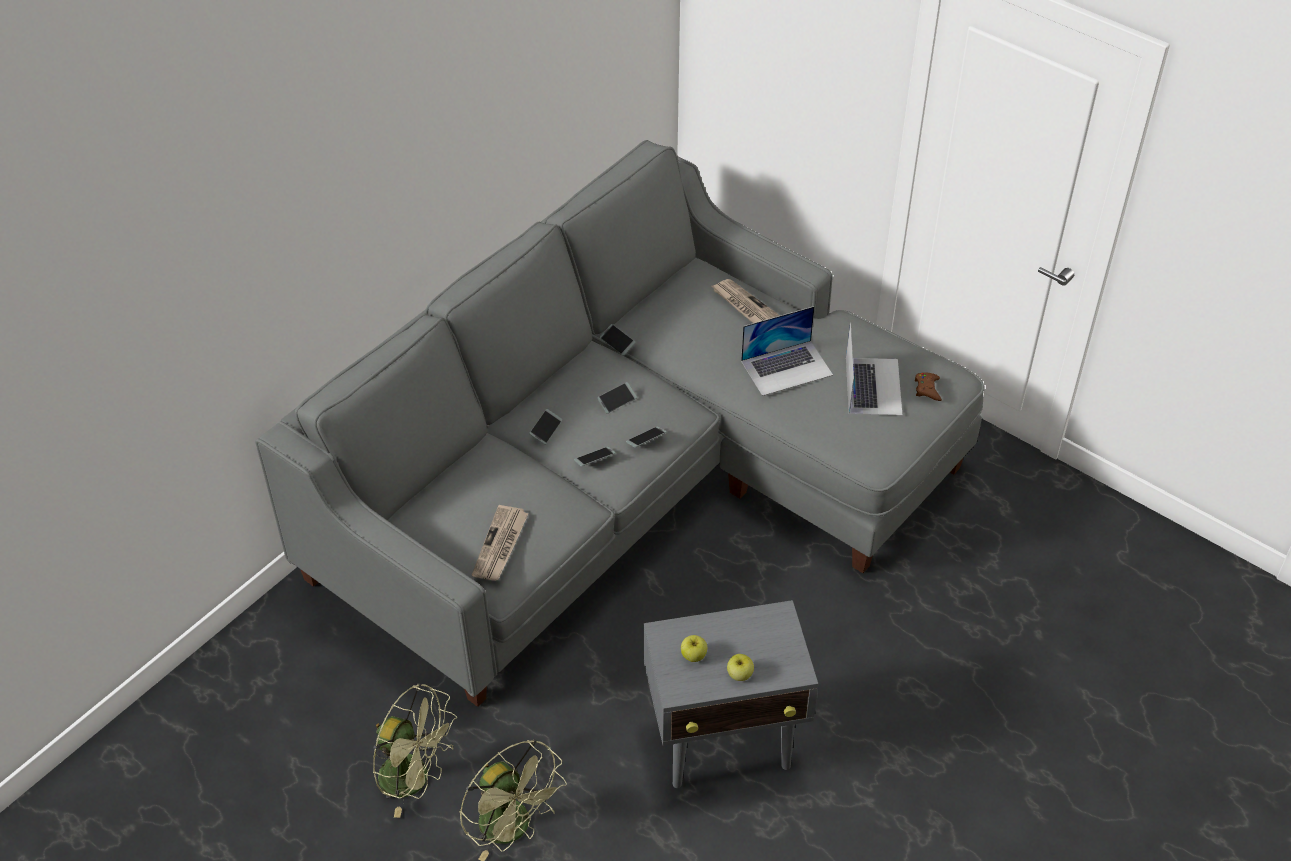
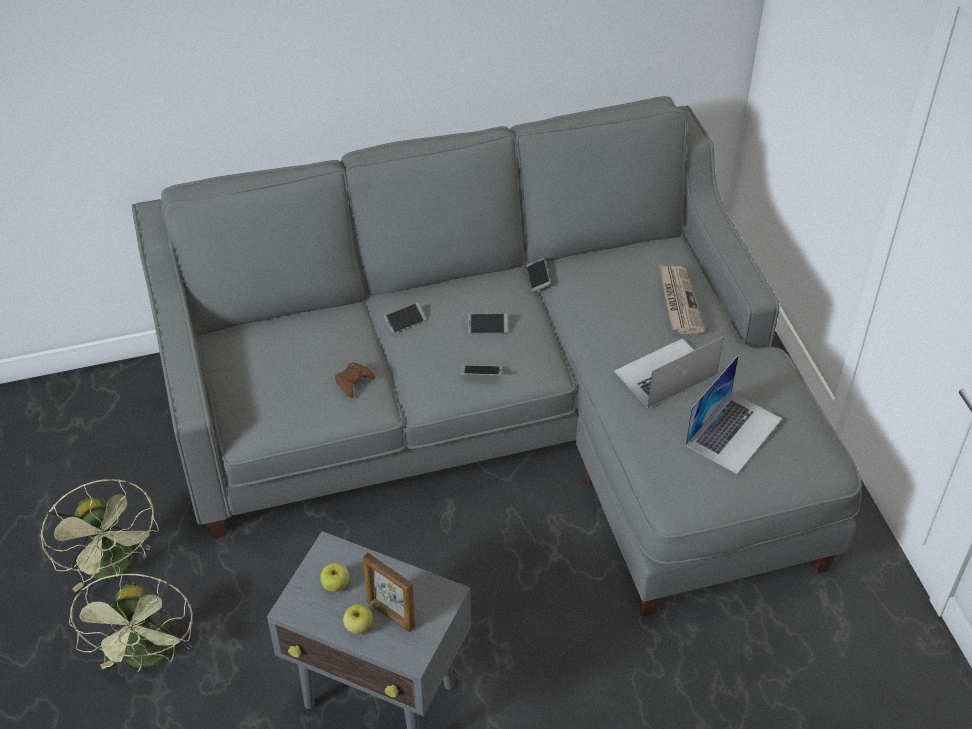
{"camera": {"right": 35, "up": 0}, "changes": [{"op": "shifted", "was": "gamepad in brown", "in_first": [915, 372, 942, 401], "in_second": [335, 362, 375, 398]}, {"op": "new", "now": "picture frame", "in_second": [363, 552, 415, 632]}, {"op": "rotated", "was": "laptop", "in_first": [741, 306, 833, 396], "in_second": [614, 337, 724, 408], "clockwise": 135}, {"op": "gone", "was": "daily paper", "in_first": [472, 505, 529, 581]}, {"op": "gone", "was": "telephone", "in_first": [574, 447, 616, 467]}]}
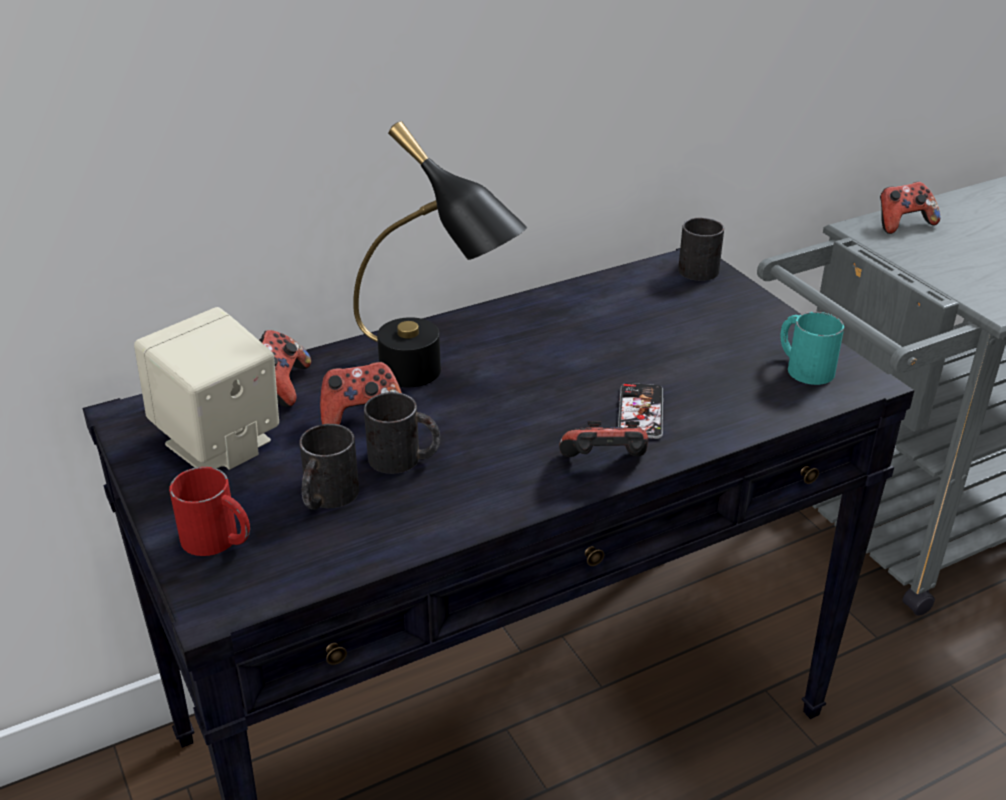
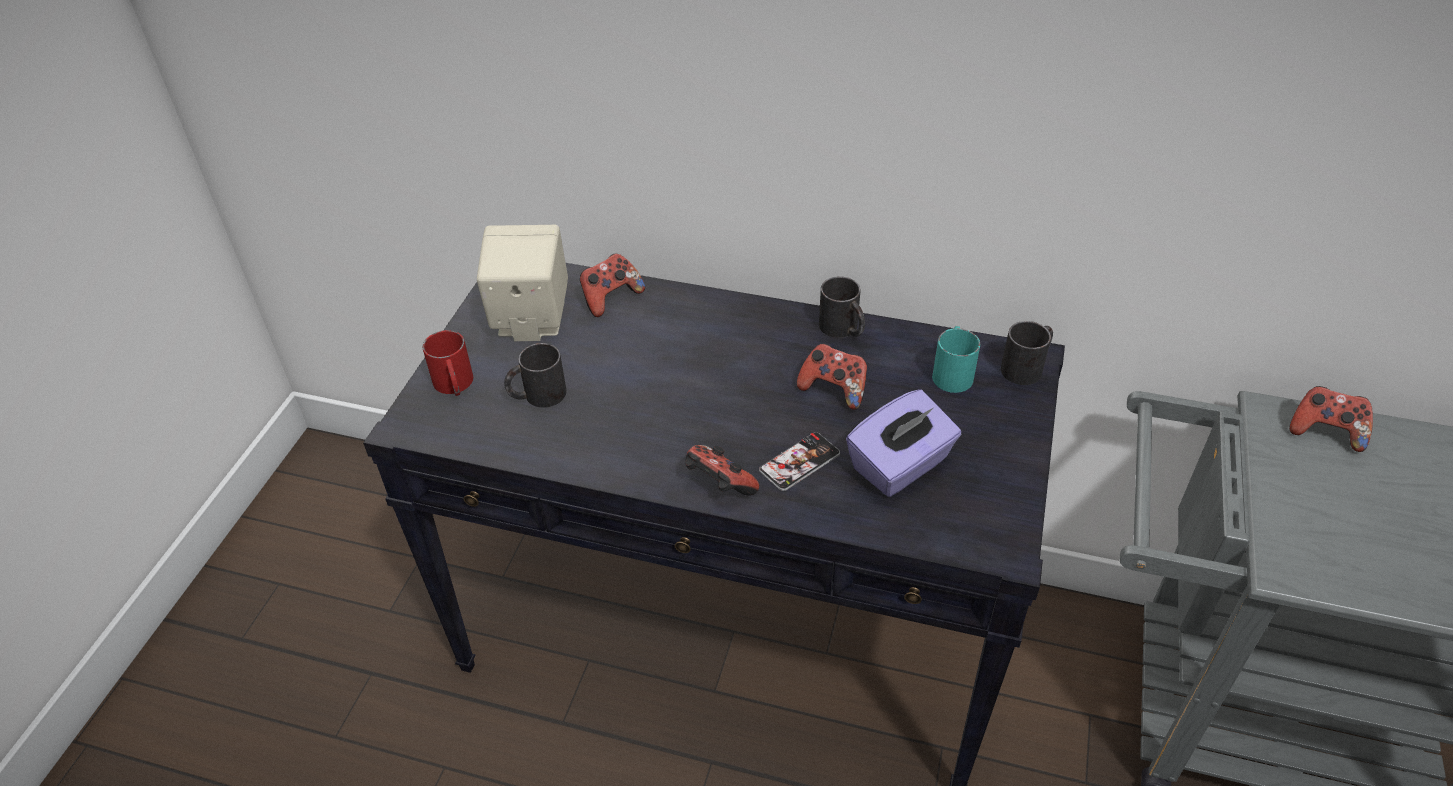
{"camera": {"right": 45, "up": 10}, "changes": [{"op": "shifted", "was": "gamepad", "in_first": [320, 362, 402, 425], "in_second": [797, 343, 867, 410]}, {"op": "shifted", "was": "mug in blackish", "in_first": [364, 392, 440, 474], "in_second": [819, 276, 865, 338]}, {"op": "new", "now": "box of tissues in purplish", "in_second": [846, 389, 962, 497]}, {"op": "shifted", "was": "mug in turquoise-coloured", "in_first": [780, 312, 844, 385], "in_second": [932, 326, 980, 393]}, {"op": "gone", "was": "table lamp in blackish", "in_first": [353, 121, 527, 387]}]}
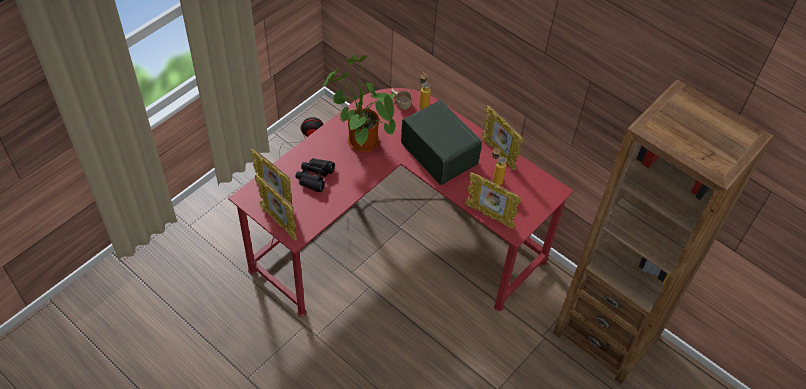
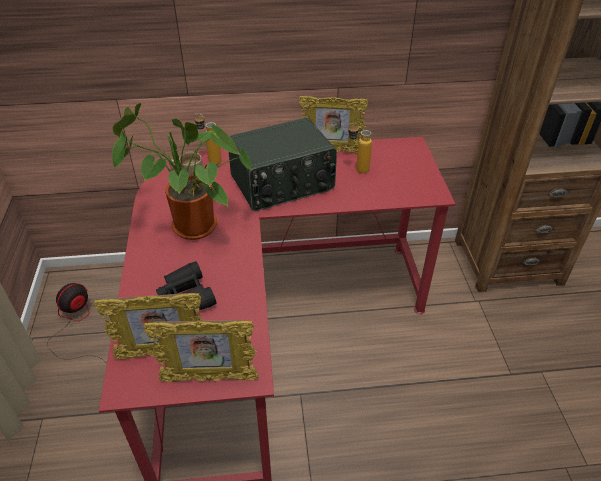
{"camera": {"right": -45, "up": -10}, "changes": [{"op": "rotated", "was": "radio", "in_first": [401, 100, 482, 185], "in_second": [229, 118, 337, 211], "clockwise": 150}, {"op": "gone", "was": "picture frame", "in_first": [465, 172, 521, 229]}]}
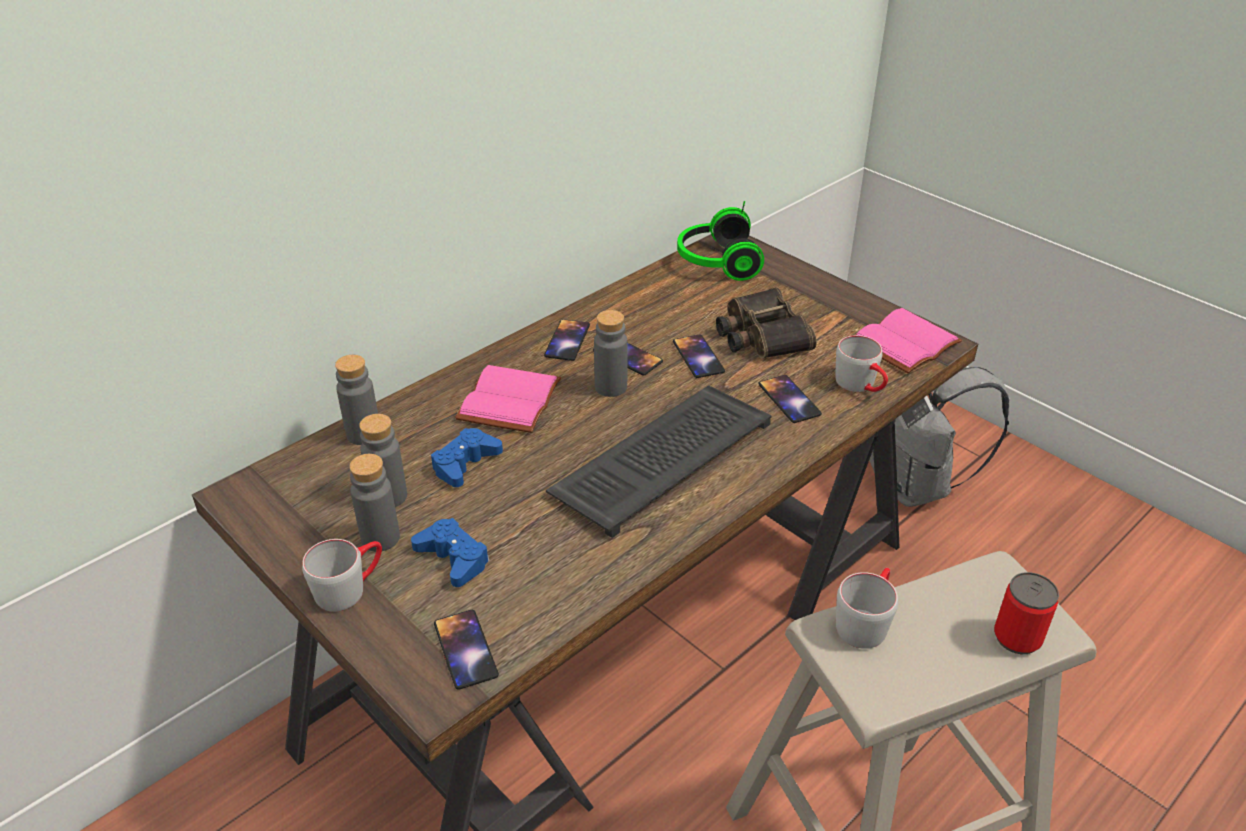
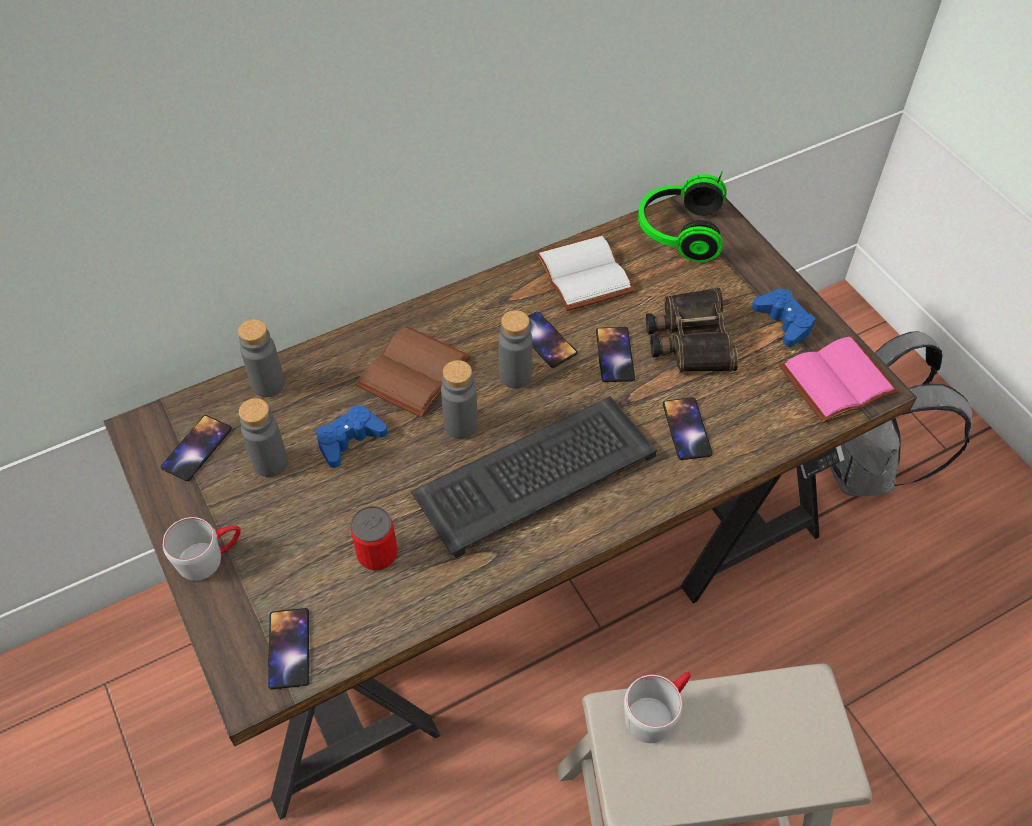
{"camera": {"right": 15, "up": 15}, "changes": [{"op": "shifted", "was": "telephone", "in_first": [544, 319, 590, 361], "in_second": [161, 415, 232, 481]}, {"op": "shifted", "was": "metal can", "in_first": [994, 572, 1059, 654], "in_second": [350, 506, 398, 570]}, {"op": "repainted", "was": "bound book in pink", "now": "bound book in brown", "in_first": [455, 365, 561, 433], "in_second": [355, 326, 470, 417]}, {"op": "shifted", "was": "beverage bottle in greyish", "in_first": [349, 454, 400, 552], "in_second": [441, 360, 478, 439]}, {"op": "new", "now": "bound book in white", "in_second": [536, 235, 635, 311]}, {"op": "shifted", "was": "gamepad in blue-coloured", "in_first": [411, 518, 490, 587], "in_second": [752, 289, 816, 347]}, {"op": "gone", "was": "mug in greyish", "in_first": [835, 335, 888, 392]}]}
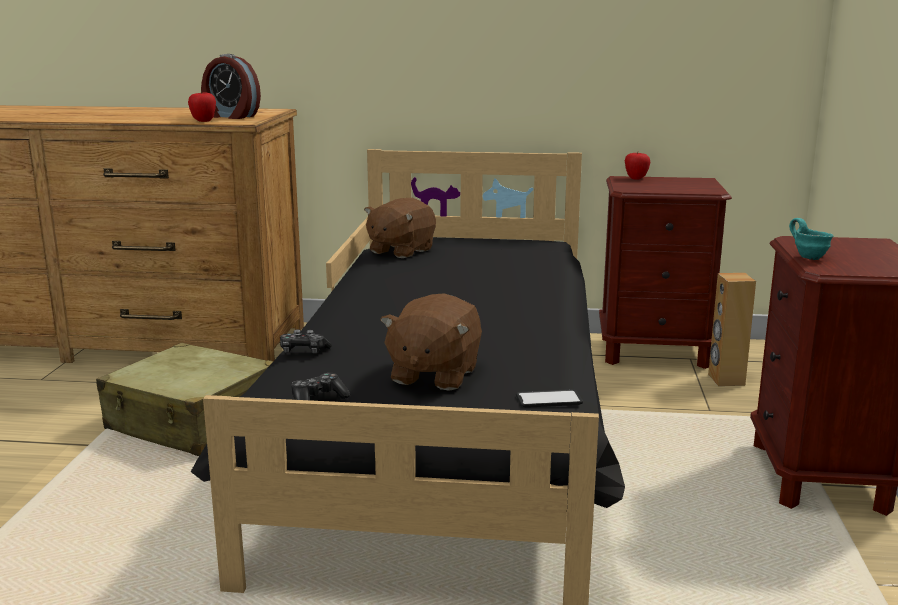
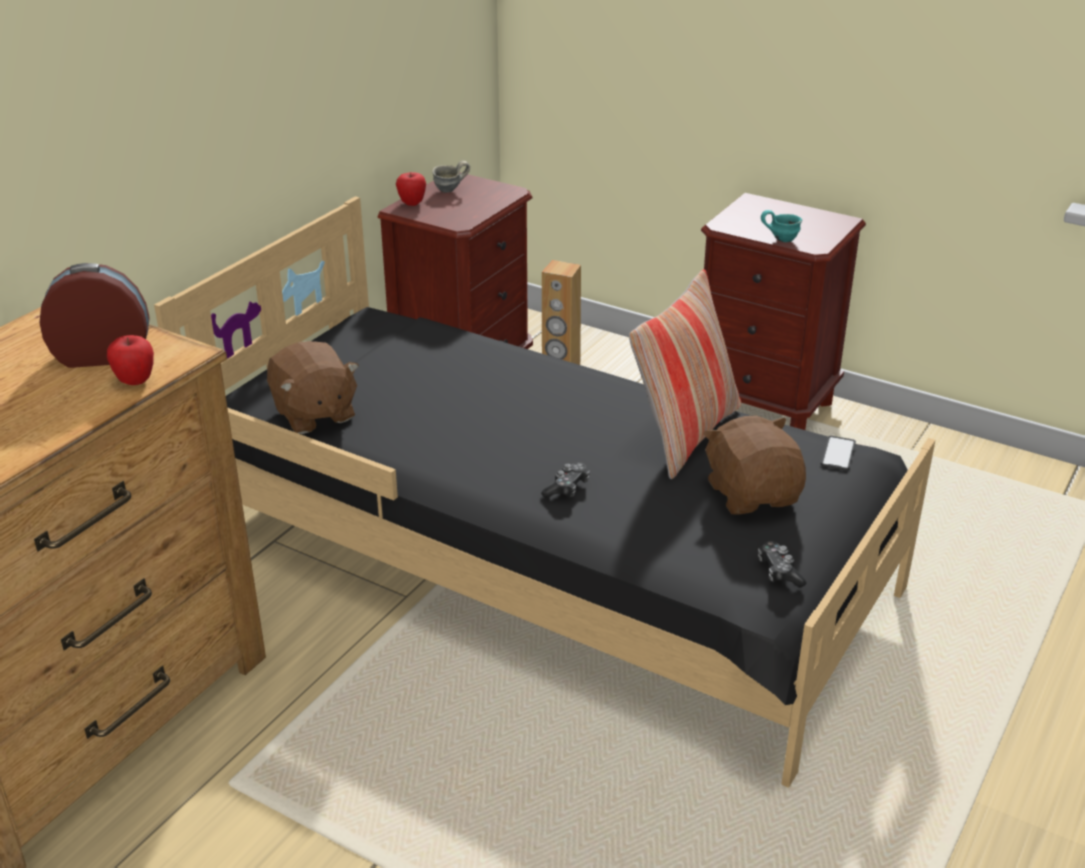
{"camera": {"right": -65, "up": 15}, "changes": [{"op": "rotated", "was": "table clock", "in_first": [201, 54, 261, 119], "in_second": [39, 263, 150, 368], "clockwise": -150}, {"op": "new", "now": "mug in greyish", "in_second": [432, 161, 470, 193]}, {"op": "shifted", "was": "gamepad", "in_first": [280, 329, 331, 354], "in_second": [541, 462, 590, 498]}, {"op": "new", "now": "throw pillow", "in_second": [629, 269, 741, 479]}, {"op": "rotated", "was": "plush toy in brown", "in_first": [380, 293, 482, 391], "in_second": [703, 416, 806, 515], "clockwise": -150}, {"op": "gone", "was": "travel case in sand-coloured", "in_first": [96, 343, 273, 456]}]}
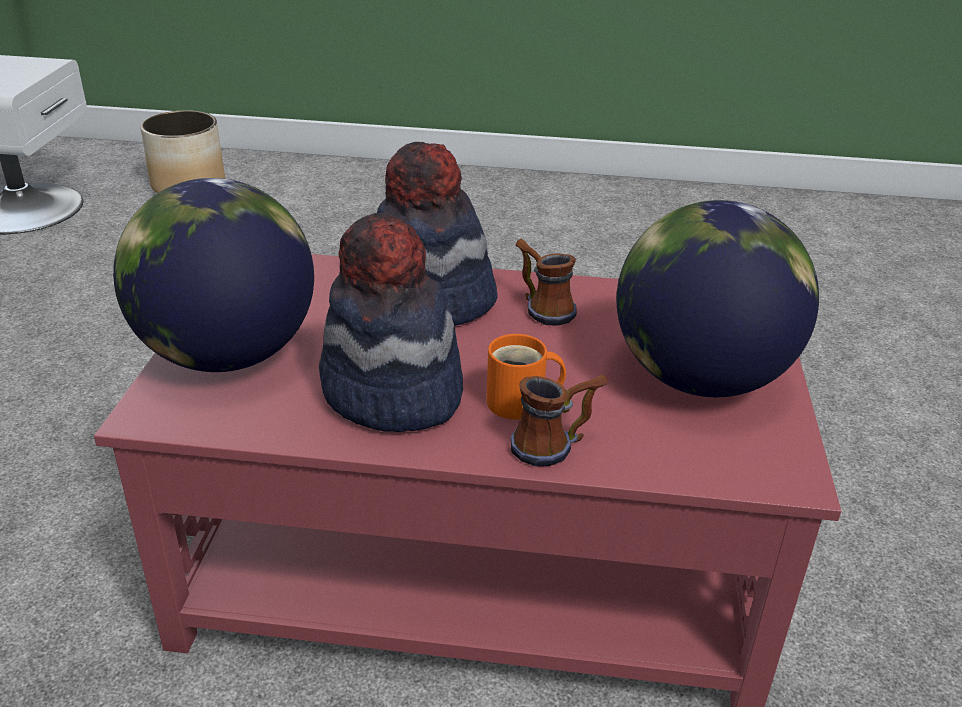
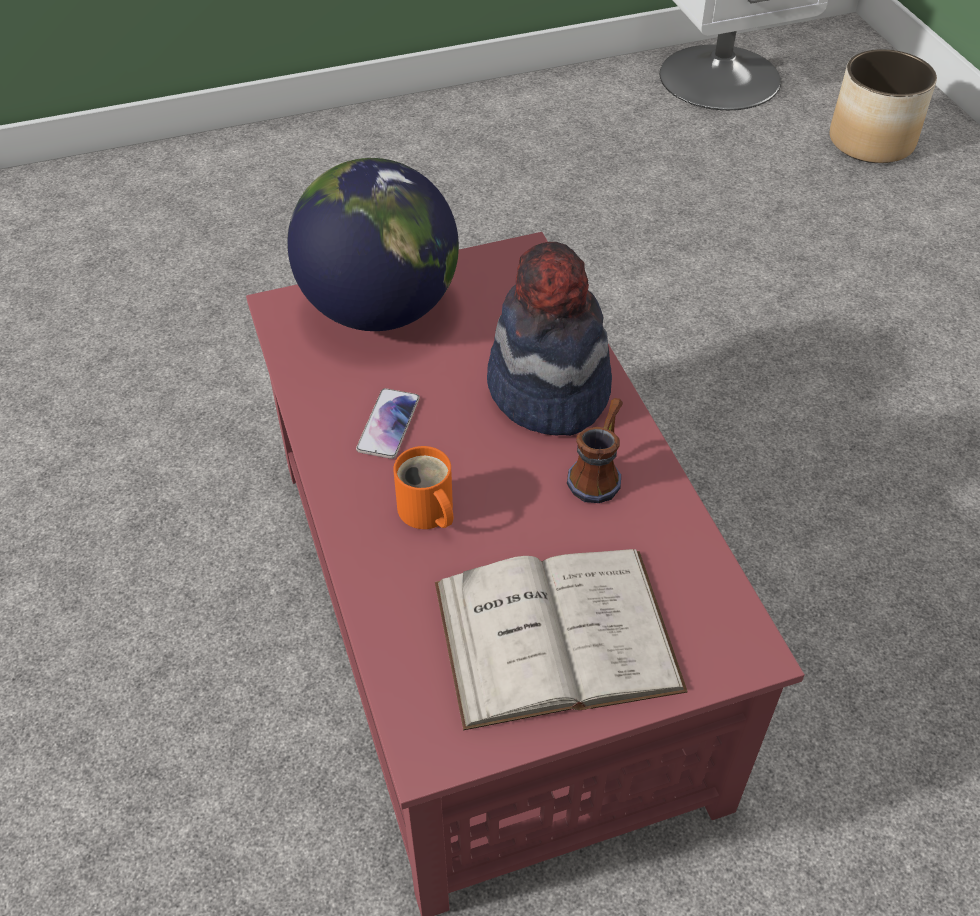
{"camera": {"right": 65, "up": 15}, "changes": [{"op": "swapped", "was": "clothing hat", "now": "telephone", "in_first": [319, 213, 463, 432], "in_second": [356, 388, 420, 459]}, {"op": "swapped", "was": "world globe", "now": "bound book in white", "in_first": [617, 200, 819, 397], "in_second": [435, 549, 688, 730]}, {"op": "gone", "was": "mug", "in_first": [510, 375, 608, 466]}]}
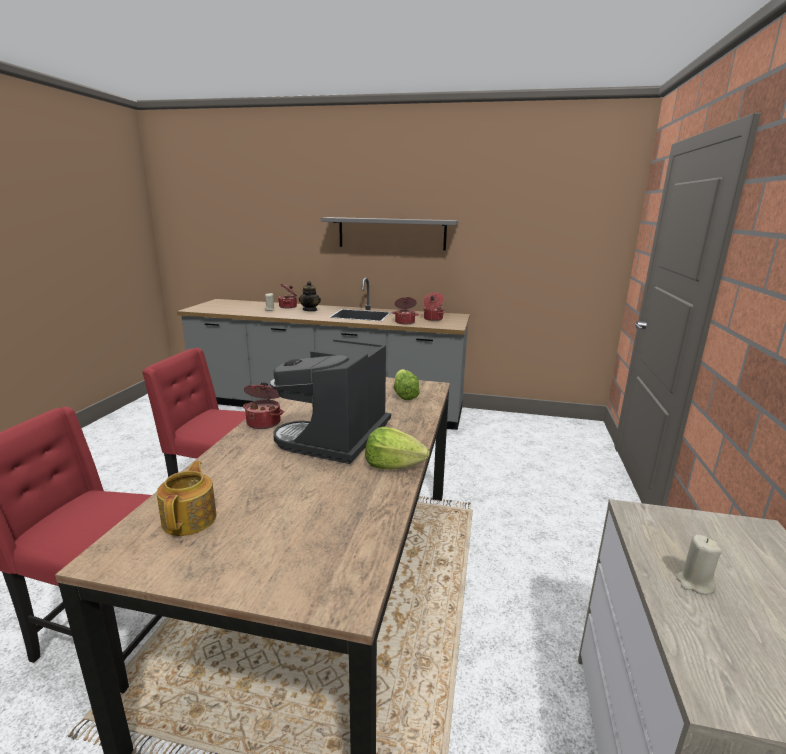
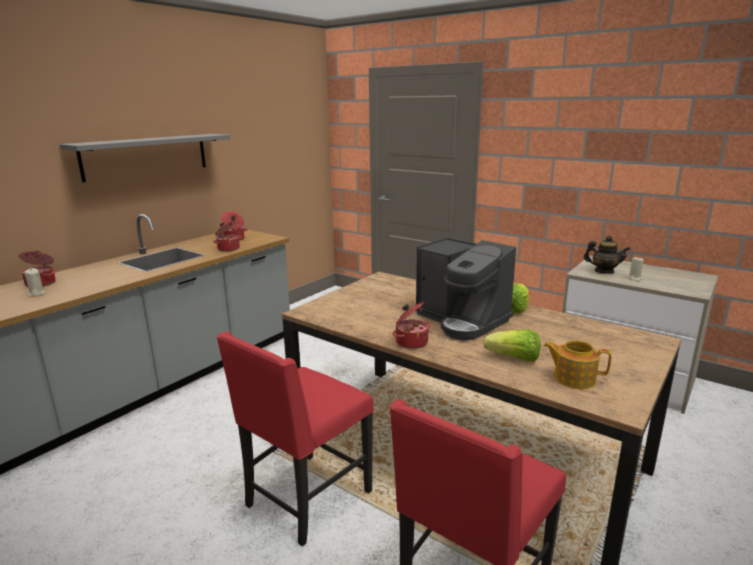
{"camera": {"right": -65, "up": 0}, "changes": [{"op": "shifted", "was": "head of lettuce", "in_first": [393, 369, 420, 400], "in_second": [483, 330, 541, 362]}, {"op": "shifted", "was": "pot for tea", "in_first": [299, 281, 321, 312], "in_second": [584, 235, 630, 274]}]}
